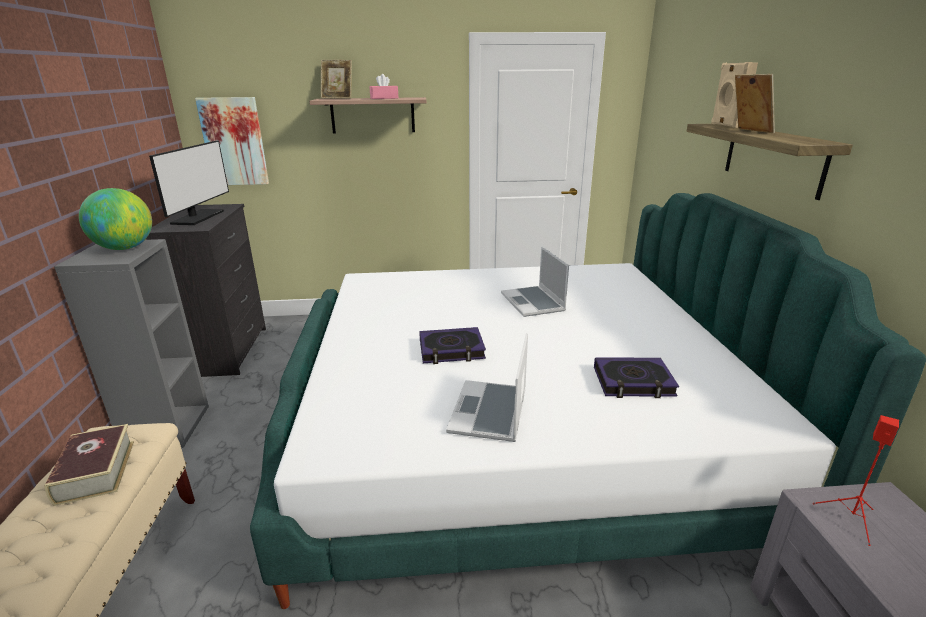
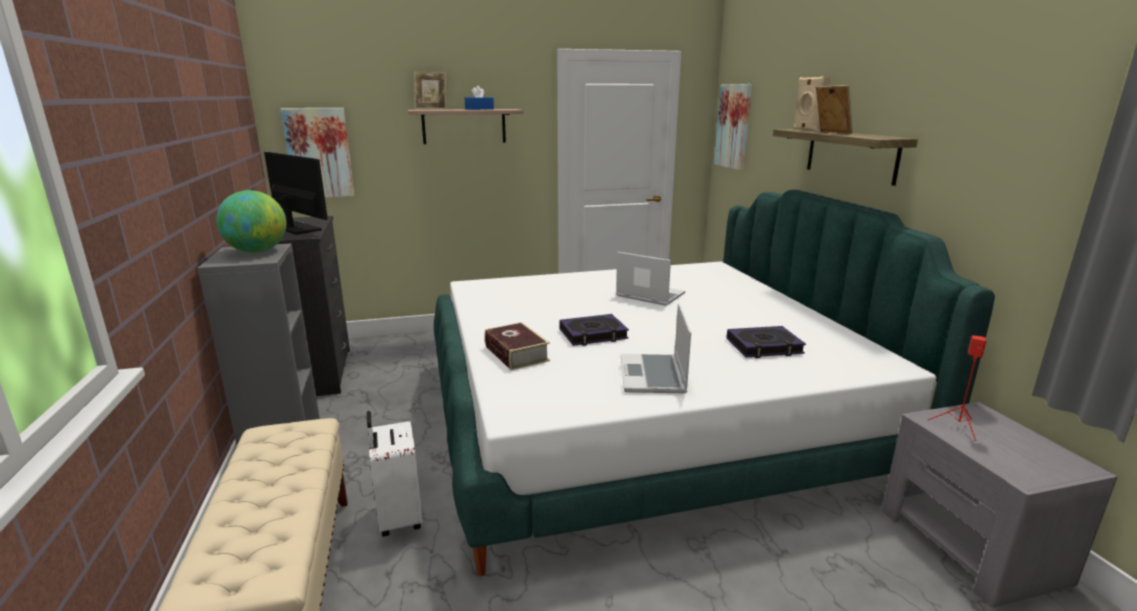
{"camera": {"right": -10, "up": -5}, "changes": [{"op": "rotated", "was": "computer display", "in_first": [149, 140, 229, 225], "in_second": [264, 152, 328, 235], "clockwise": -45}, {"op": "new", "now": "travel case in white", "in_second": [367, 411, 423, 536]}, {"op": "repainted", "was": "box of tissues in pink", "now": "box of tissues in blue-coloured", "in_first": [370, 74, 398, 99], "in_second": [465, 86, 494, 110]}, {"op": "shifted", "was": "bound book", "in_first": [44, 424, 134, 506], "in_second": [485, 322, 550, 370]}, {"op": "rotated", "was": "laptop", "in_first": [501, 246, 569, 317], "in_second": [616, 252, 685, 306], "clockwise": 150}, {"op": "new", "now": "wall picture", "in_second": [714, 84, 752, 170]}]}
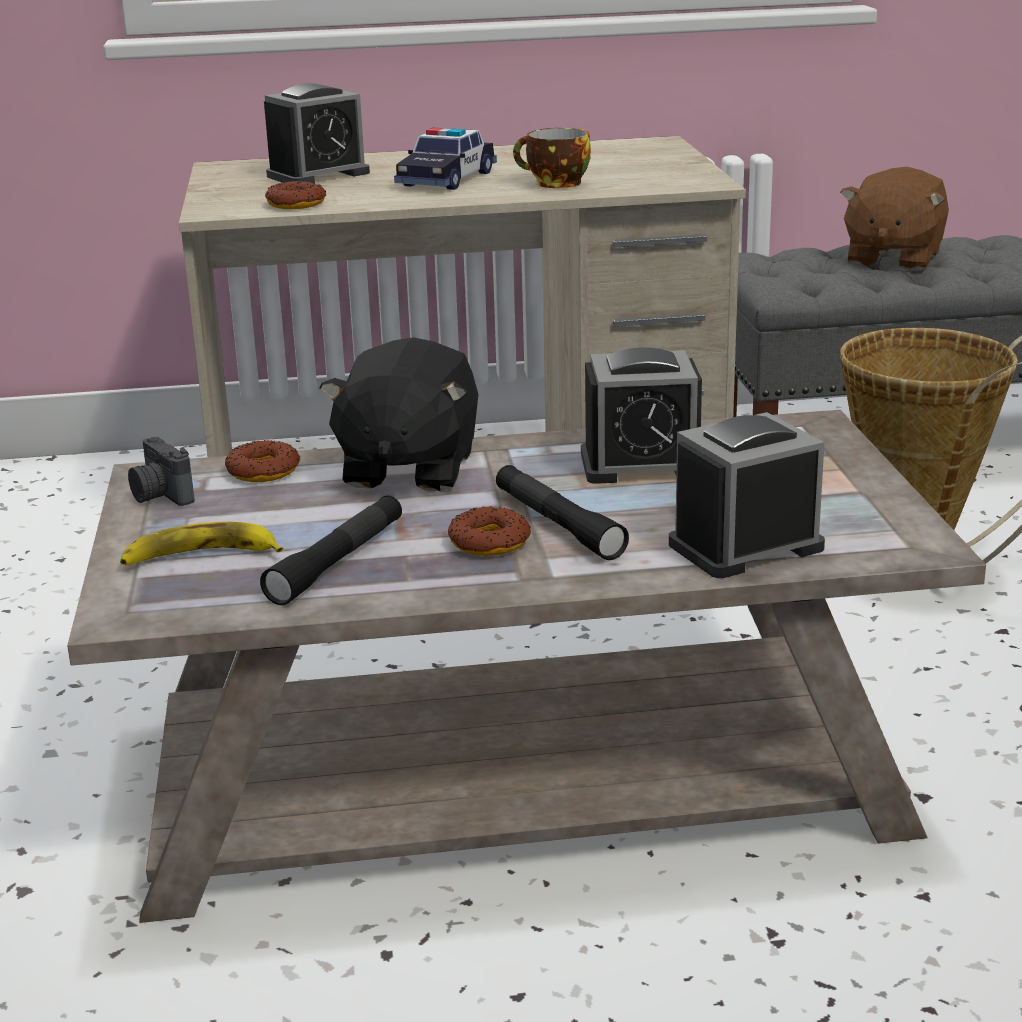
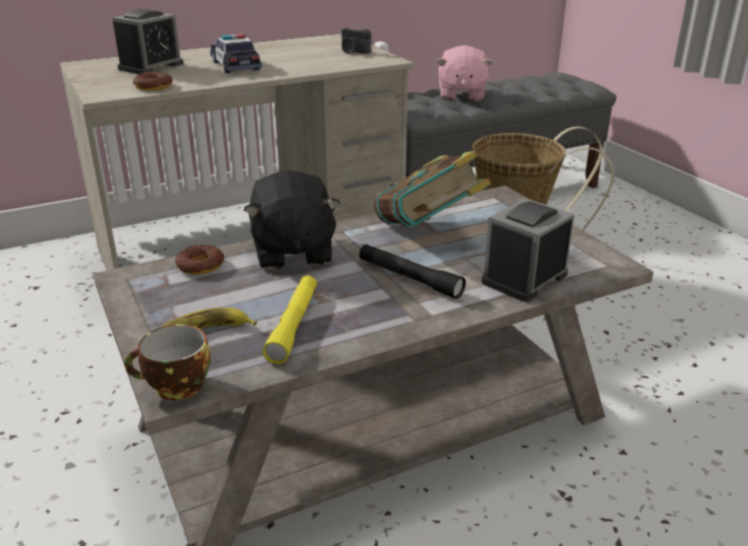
{"camera": {"right": -20, "up": 5}, "changes": [{"op": "shifted", "was": "drinking cup", "in_first": [513, 128, 591, 188], "in_second": [124, 324, 211, 400]}, {"op": "rotated", "was": "model car", "in_first": [394, 128, 497, 190], "in_second": [210, 34, 262, 73], "clockwise": 150}, {"op": "repainted", "was": "hand torch in blackish", "now": "hand torch in yellow", "in_first": [260, 495, 402, 605], "in_second": [262, 275, 317, 364]}, {"op": "shifted", "was": "photo camera", "in_first": [128, 437, 195, 506], "in_second": [342, 28, 371, 54]}, {"op": "swapped", "was": "table clock", "now": "bound book", "in_first": [581, 347, 702, 484], "in_second": [374, 151, 491, 227]}, {"op": "repainted", "was": "plush toy in brown", "now": "plush toy in pink", "in_first": [840, 167, 949, 271], "in_second": [437, 45, 493, 101]}, {"op": "gone", "was": "ring doughnut", "in_first": [448, 506, 531, 556]}]}
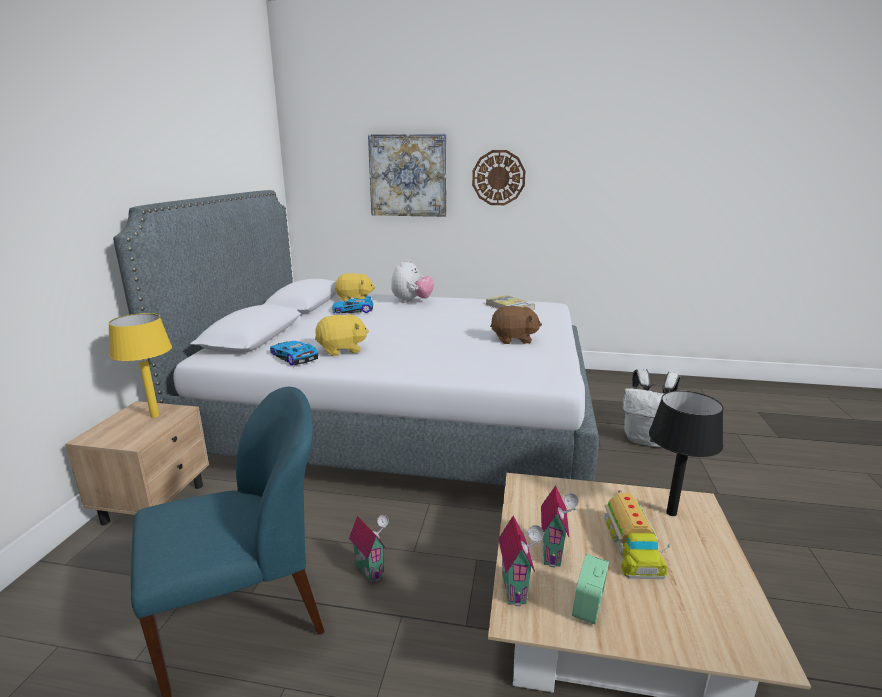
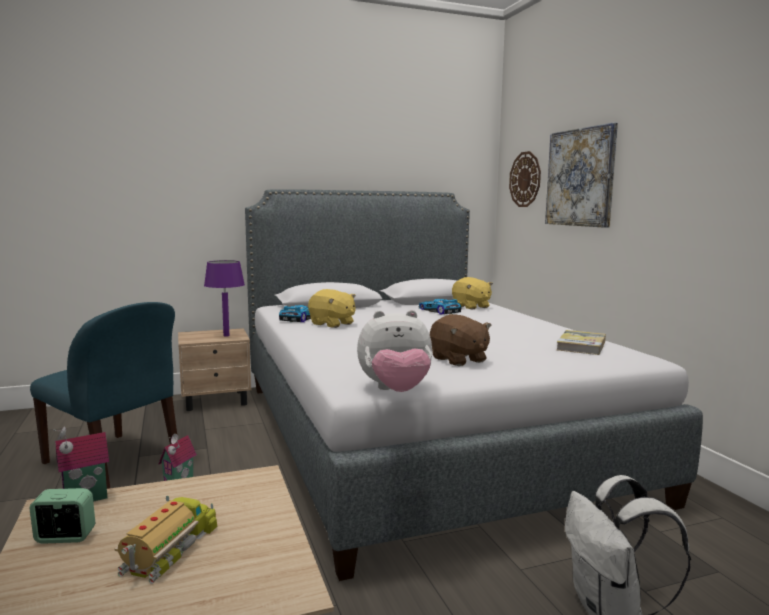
{"camera": {"right": 60, "up": -10}, "changes": [{"op": "rotated", "was": "model truck", "in_first": [604, 490, 670, 579], "in_second": [115, 496, 217, 584], "clockwise": 135}, {"op": "repainted", "was": "table lamp in yellow", "now": "table lamp in purplish", "in_first": [108, 313, 172, 418], "in_second": [204, 260, 245, 337]}, {"op": "shifted", "was": "plush toy", "in_first": [391, 259, 434, 303], "in_second": [357, 310, 432, 392]}, {"op": "shifted", "was": "wall clock", "in_first": [472, 150, 526, 205], "in_second": [509, 151, 541, 207]}, {"op": "gone", "was": "miniature house", "in_first": [541, 486, 579, 567]}, {"op": "gone", "was": "table lamp in blackish", "in_first": [649, 391, 723, 516]}]}
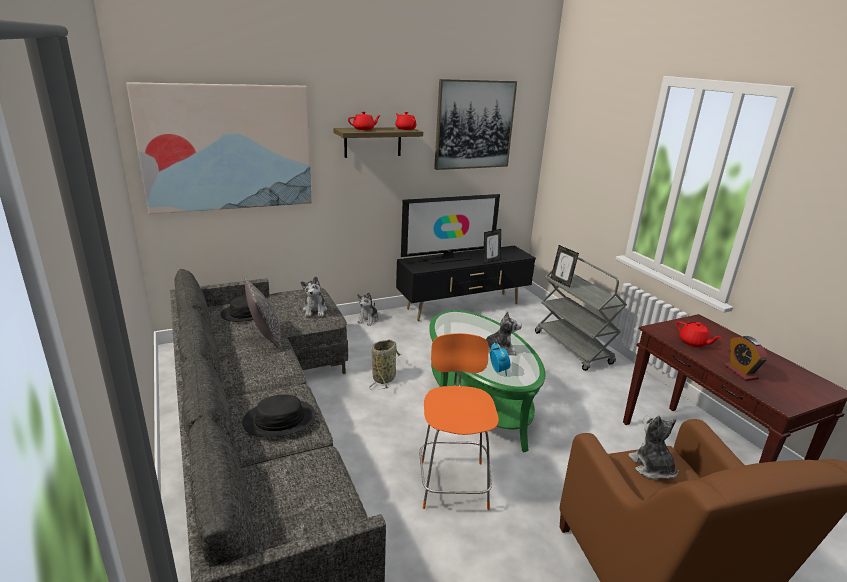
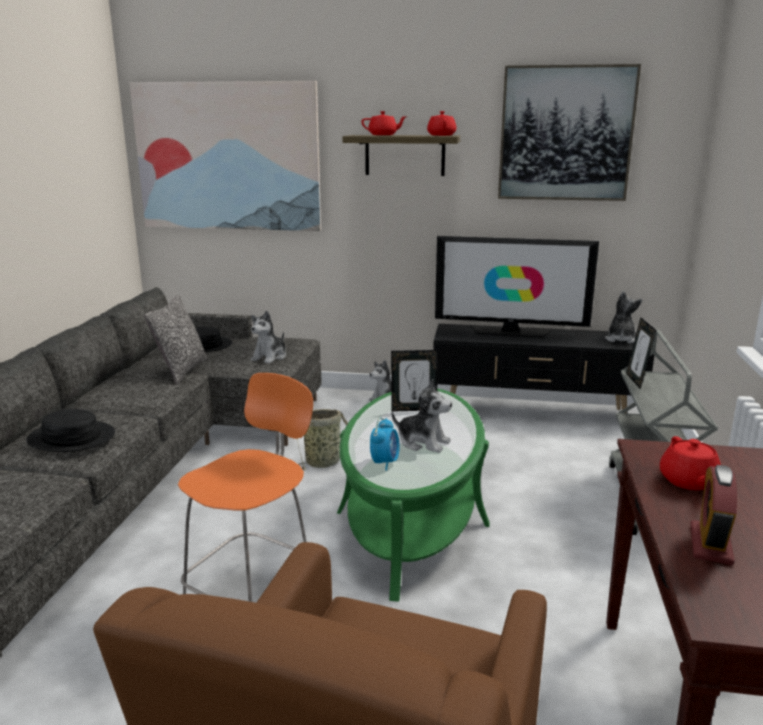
{"camera": {"right": 35, "up": -5}, "changes": [{"op": "shifted", "was": "picture frame", "in_first": [484, 229, 501, 264], "in_second": [391, 350, 438, 412]}, {"op": "shifted", "was": "plush toy", "in_first": [628, 415, 679, 480], "in_second": [605, 291, 642, 344]}]}
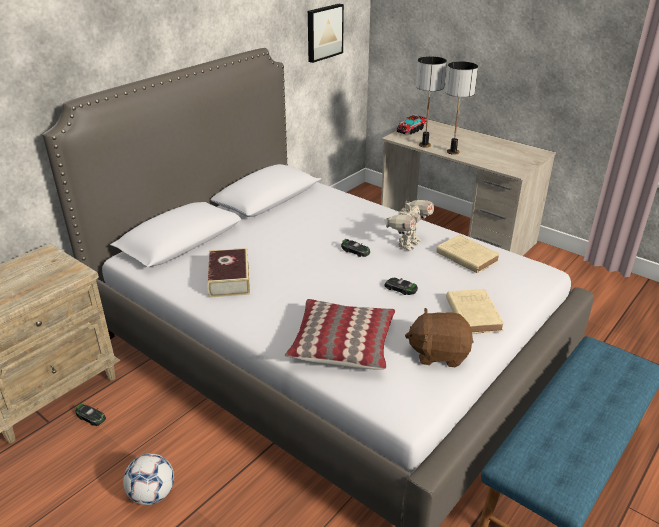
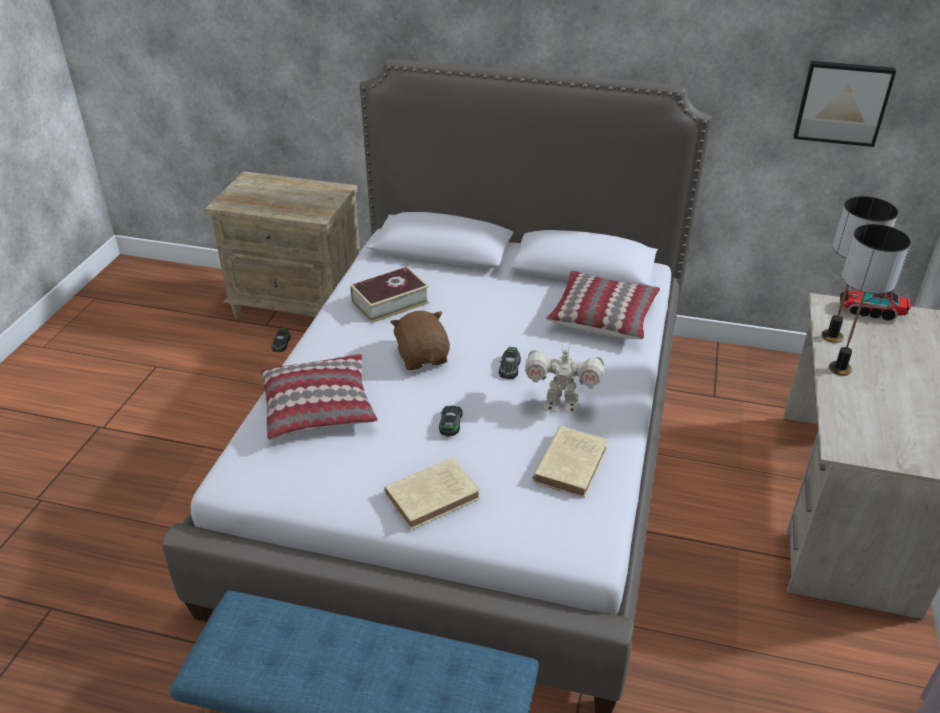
{"camera": {"right": 65, "up": 5}, "changes": [{"op": "shifted", "was": "plush toy in brown", "in_first": [405, 308, 474, 367], "in_second": [390, 311, 450, 370]}, {"op": "new", "now": "throw pillow", "in_second": [546, 271, 660, 339]}, {"op": "gone", "was": "football ball", "in_first": [123, 454, 174, 505]}]}
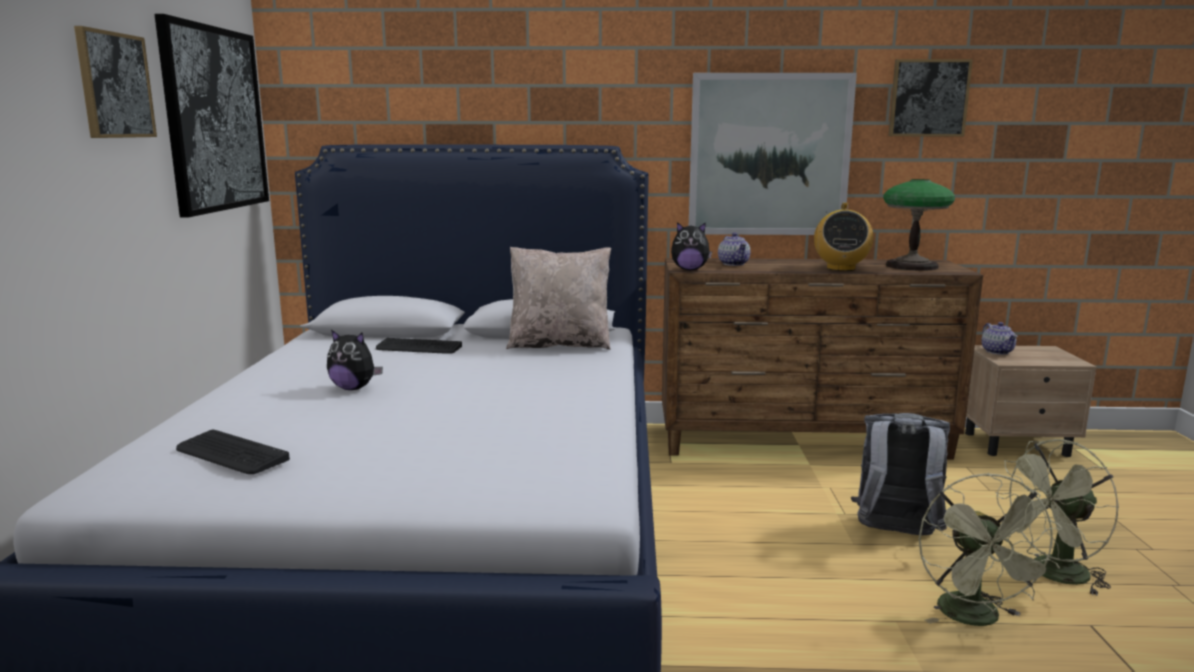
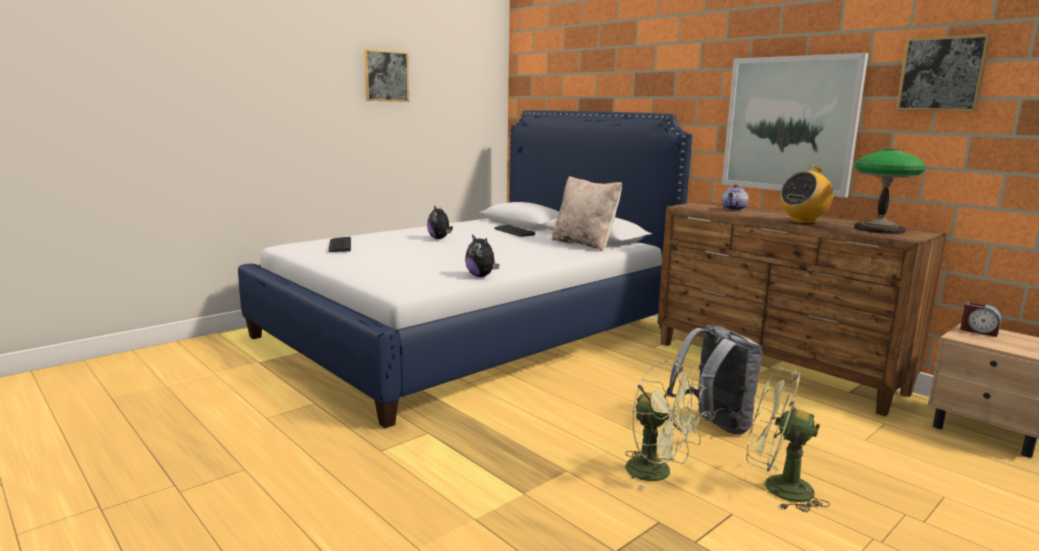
{"camera": {"right": 45, "up": 0}, "changes": [{"op": "shifted", "was": "plush toy", "in_first": [671, 222, 712, 270], "in_second": [465, 234, 499, 277]}, {"op": "rotated", "was": "fan in green-coloured", "in_first": [919, 473, 1063, 626], "in_second": [625, 360, 707, 491], "clockwise": -90}, {"op": "swapped", "was": "pot for tea", "now": "table clock", "in_first": [981, 322, 1017, 354], "in_second": [960, 301, 1001, 337]}, {"op": "gone", "was": "wall picture", "in_first": [154, 14, 269, 217]}]}
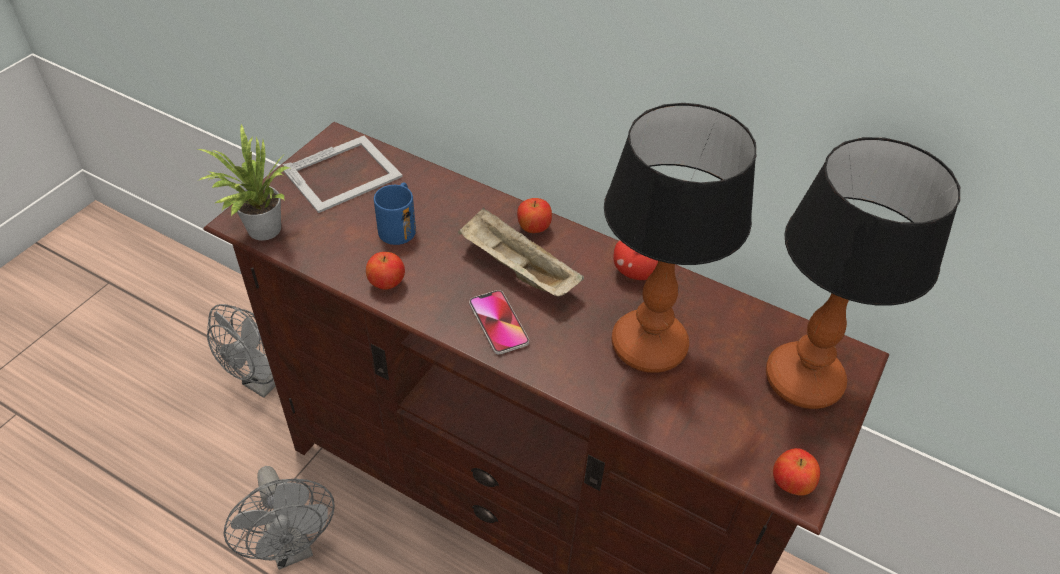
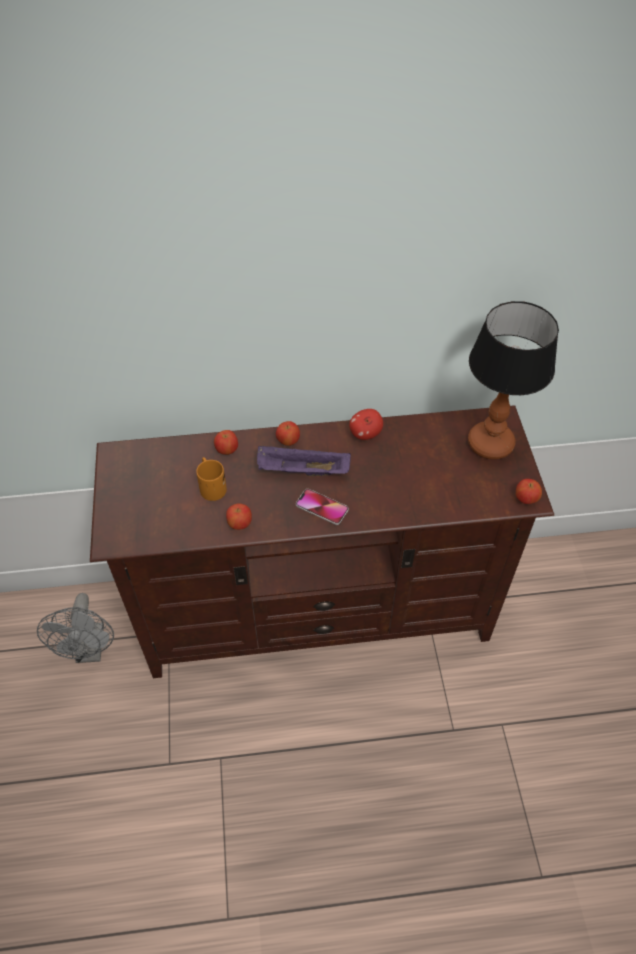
{"camera": {"right": -35, "up": 5}, "changes": [{"op": "repainted", "was": "mug in blue-coloured", "now": "mug in orangey", "in_first": [374, 183, 416, 245], "in_second": [196, 457, 227, 501]}, {"op": "new", "now": "whole apple", "in_second": [214, 430, 238, 455]}, {"op": "repainted", "was": "tray in sand-coloured", "now": "tray in purplish", "in_first": [458, 208, 584, 297], "in_second": [257, 445, 351, 476]}, {"op": "gone", "was": "plant in a pot", "in_first": [197, 124, 289, 241]}, {"op": "gone", "was": "fan in greyish", "in_first": [224, 466, 335, 570]}, {"op": "gone", "was": "picture frame", "in_first": [283, 136, 403, 213]}, {"op": "gone", "was": "table lamp", "in_first": [604, 103, 756, 373]}]}
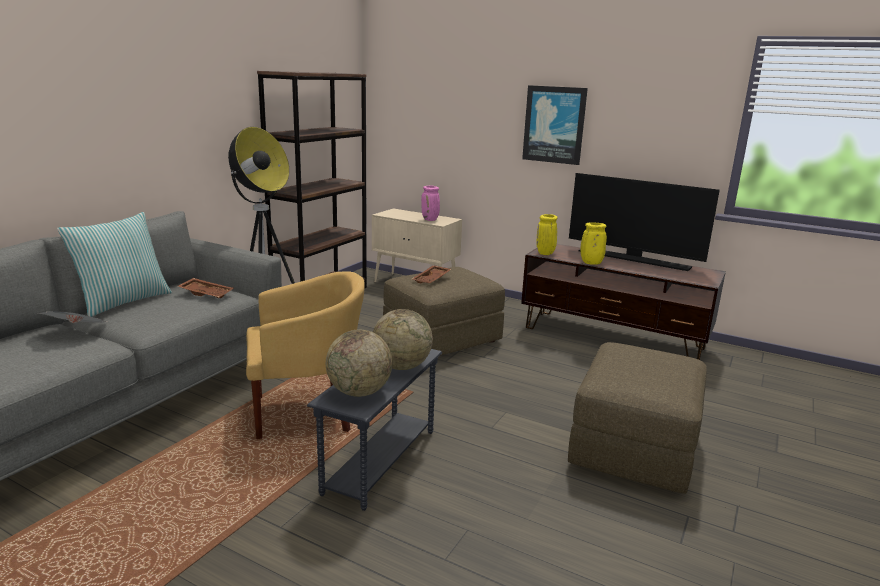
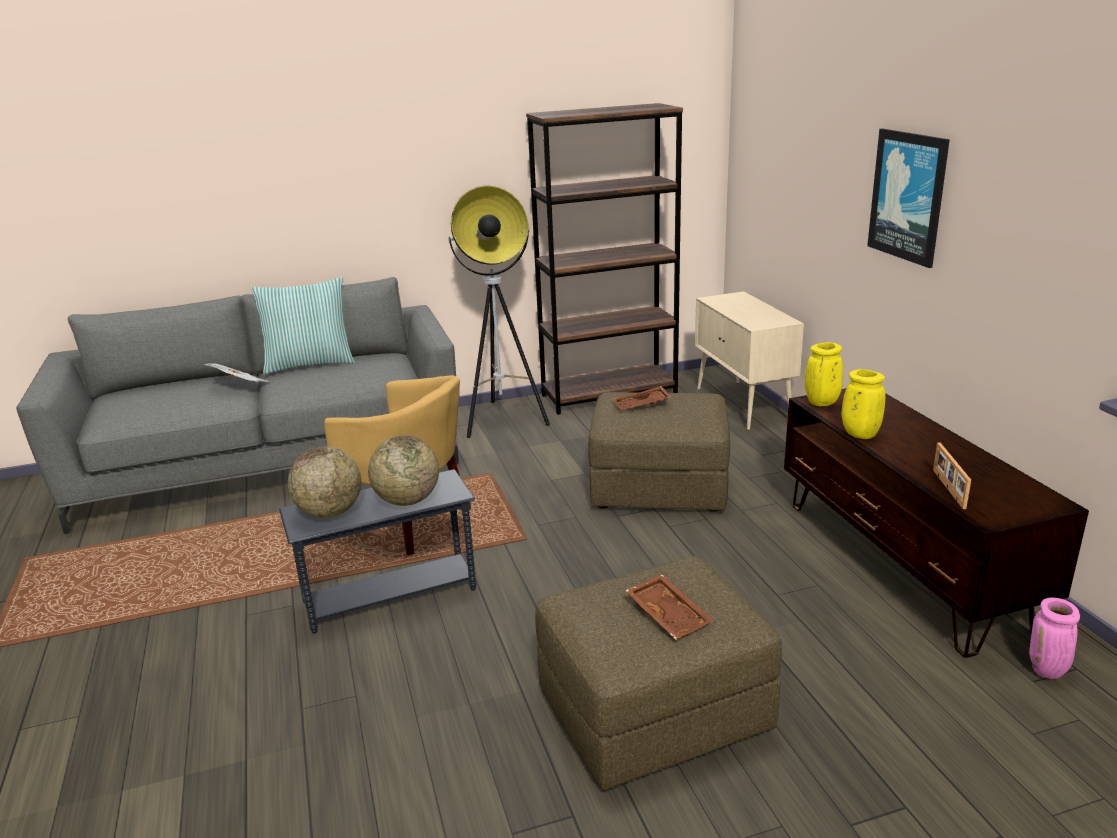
{"camera": {"right": 45, "up": 5}, "changes": [{"op": "shifted", "was": "tray in brown", "in_first": [177, 278, 234, 298], "in_second": [625, 574, 714, 639]}, {"op": "new", "now": "picture frame", "in_second": [933, 443, 971, 509]}, {"op": "shifted", "was": "vase in pink", "in_first": [421, 186, 440, 221], "in_second": [1029, 598, 1080, 679]}, {"op": "gone", "was": "television", "in_first": [569, 173, 720, 271]}]}
